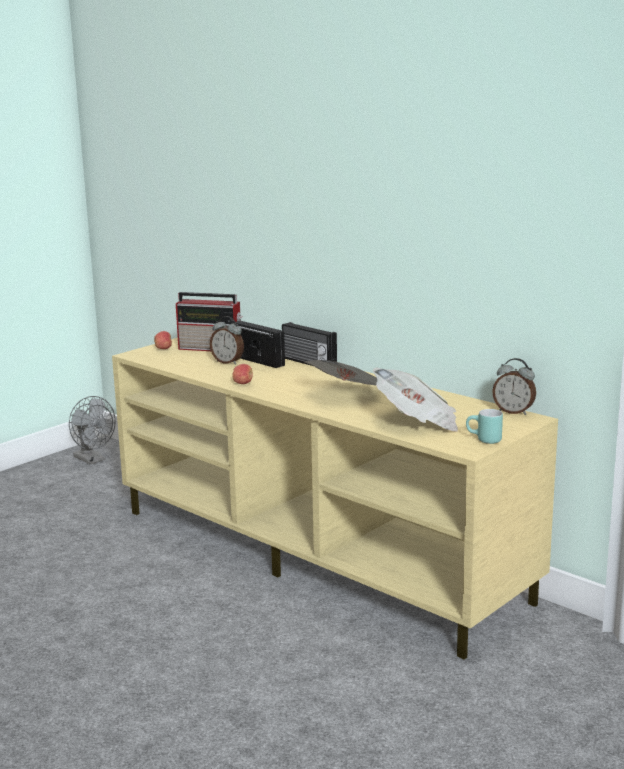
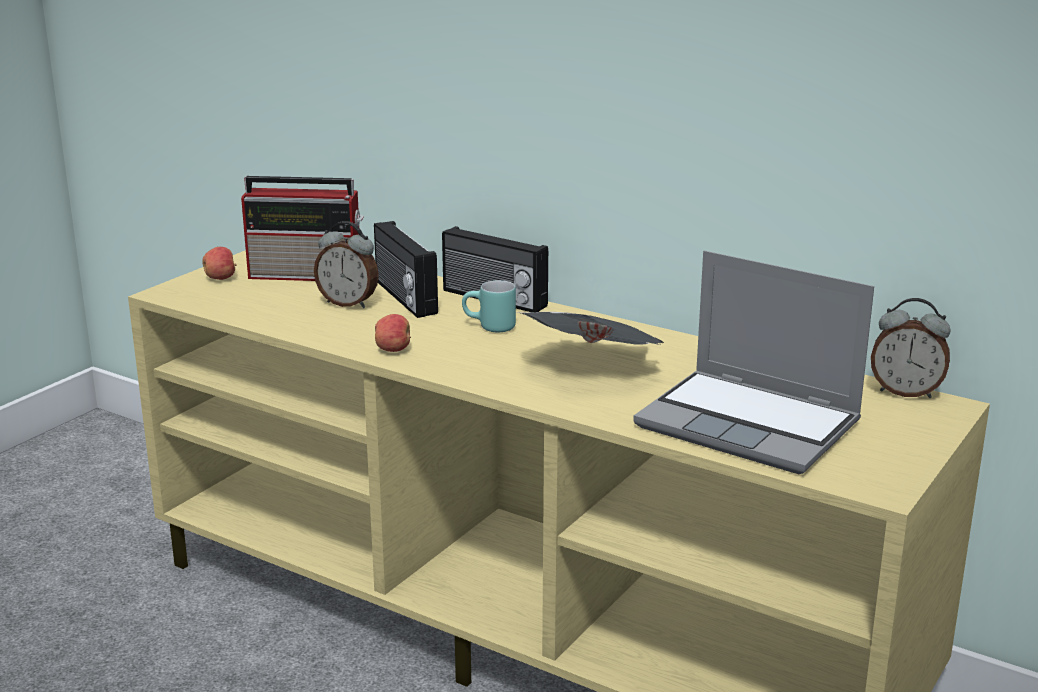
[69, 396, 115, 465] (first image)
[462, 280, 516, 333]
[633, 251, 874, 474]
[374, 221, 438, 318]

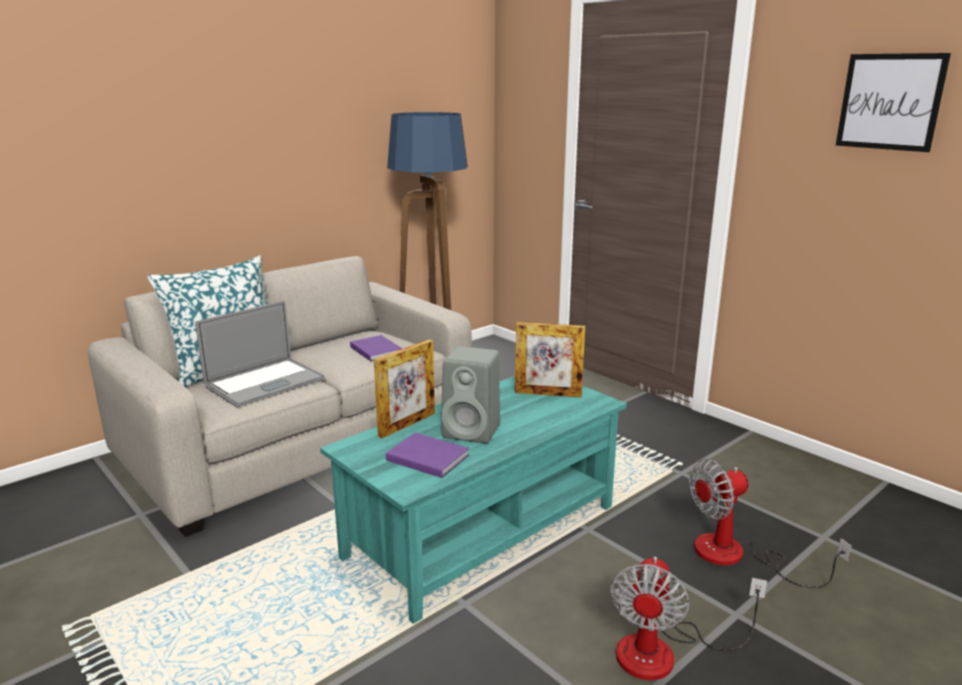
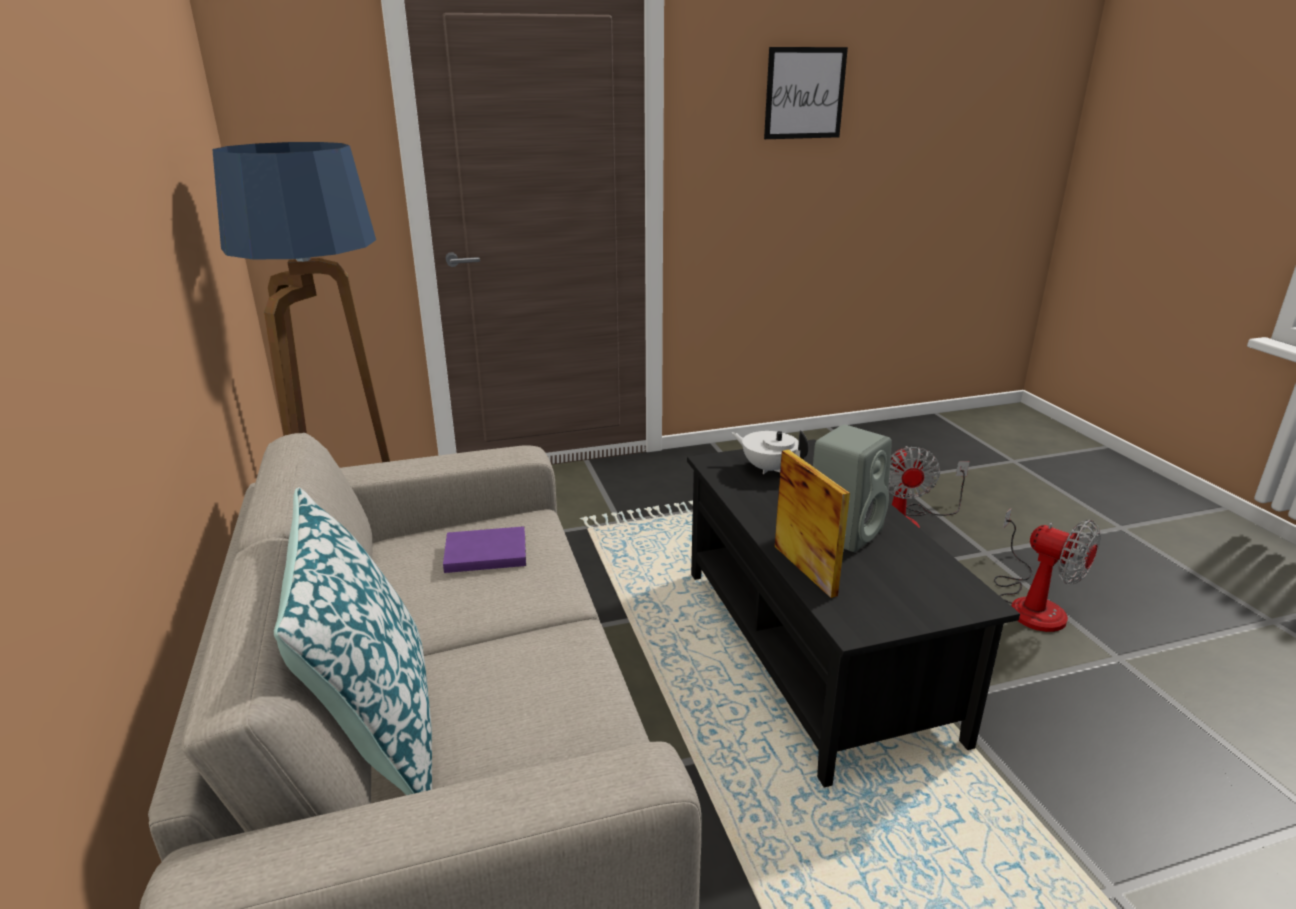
[195, 301, 325, 408] (first image)
[386, 433, 469, 478] (first image)
[731, 430, 808, 474]
[687, 439, 1020, 788]

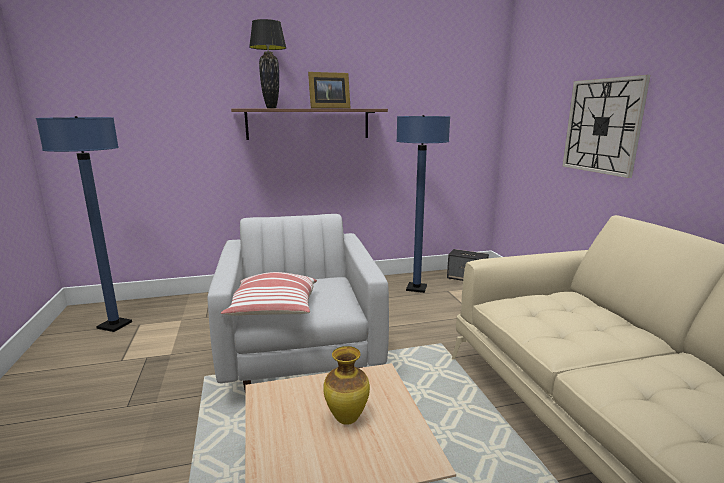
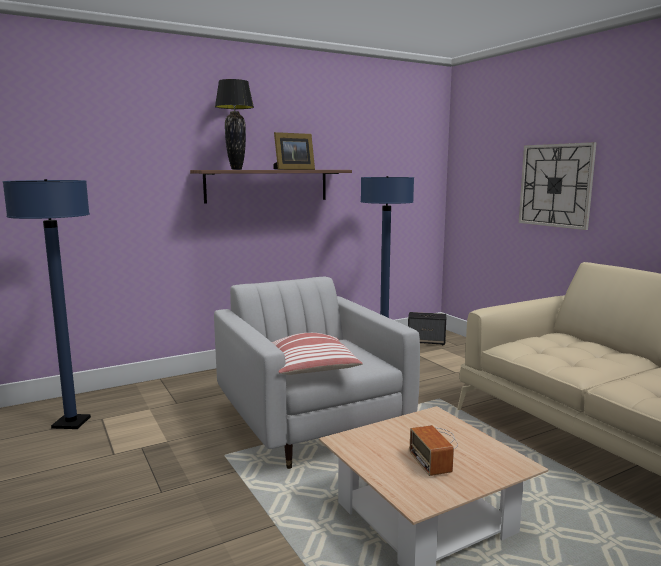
[410, 425, 458, 476]

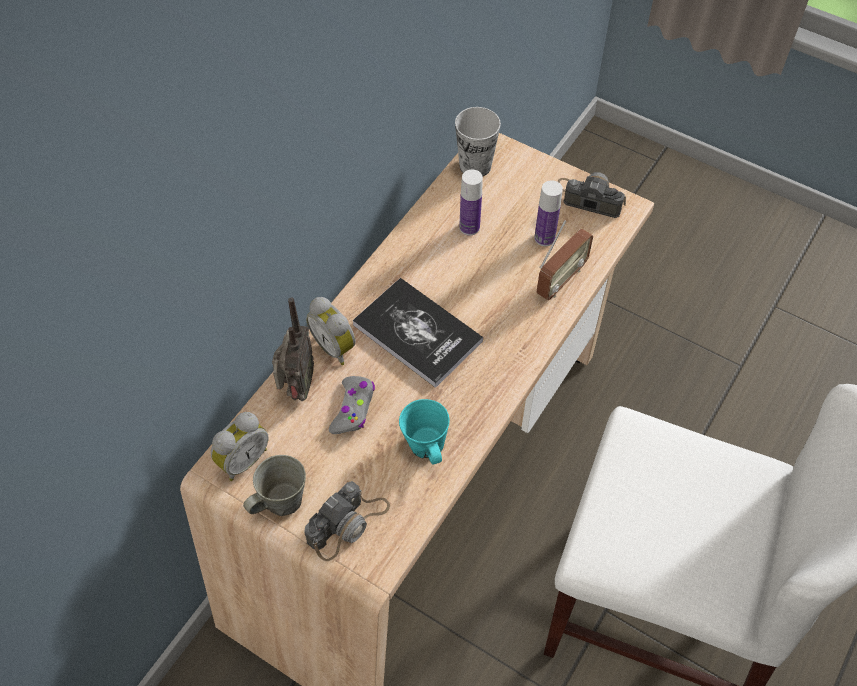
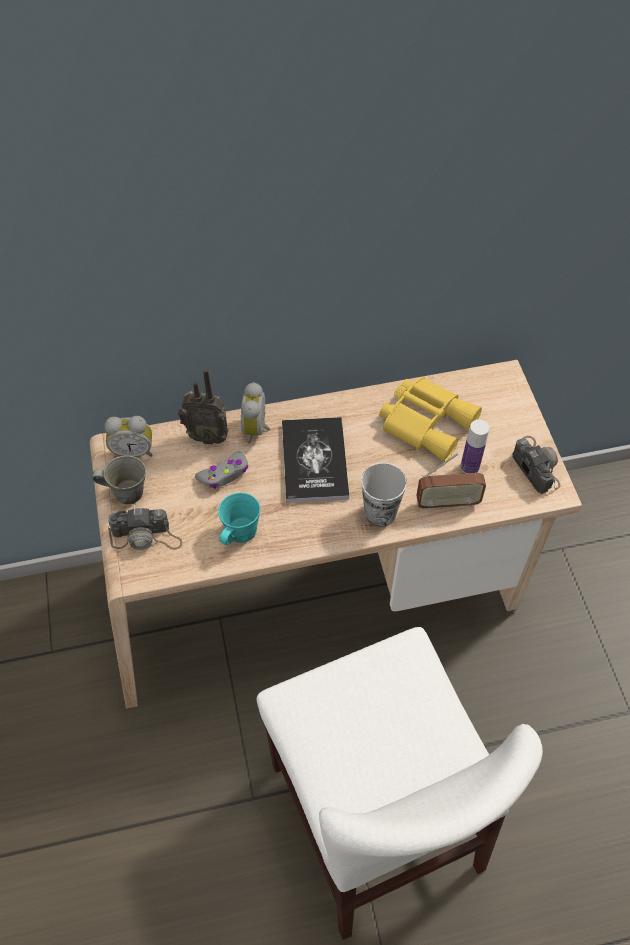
[361, 463, 407, 527]
[379, 376, 482, 462]
[178, 369, 228, 445]

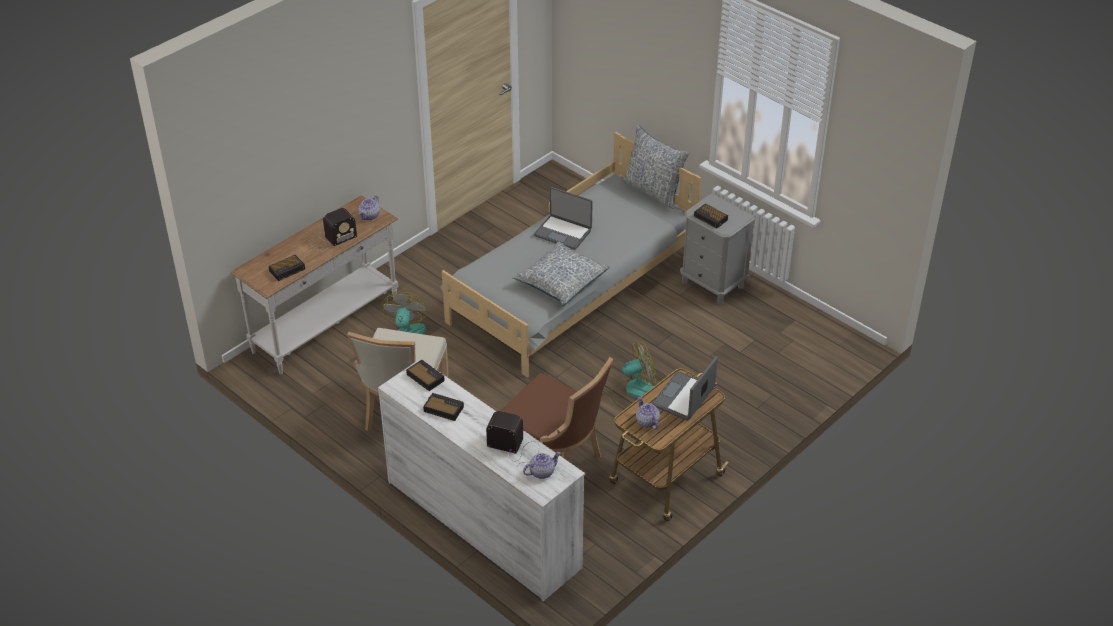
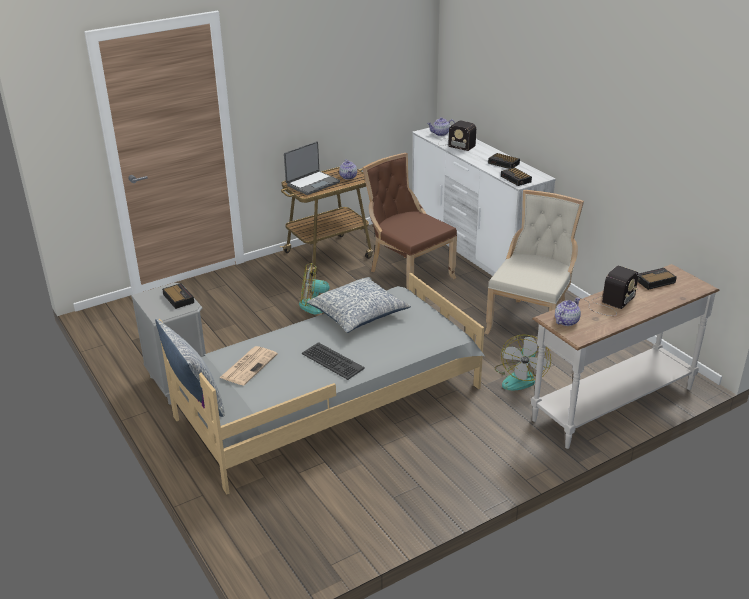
[220, 346, 278, 386]
[302, 342, 365, 380]
[584, 265, 639, 316]

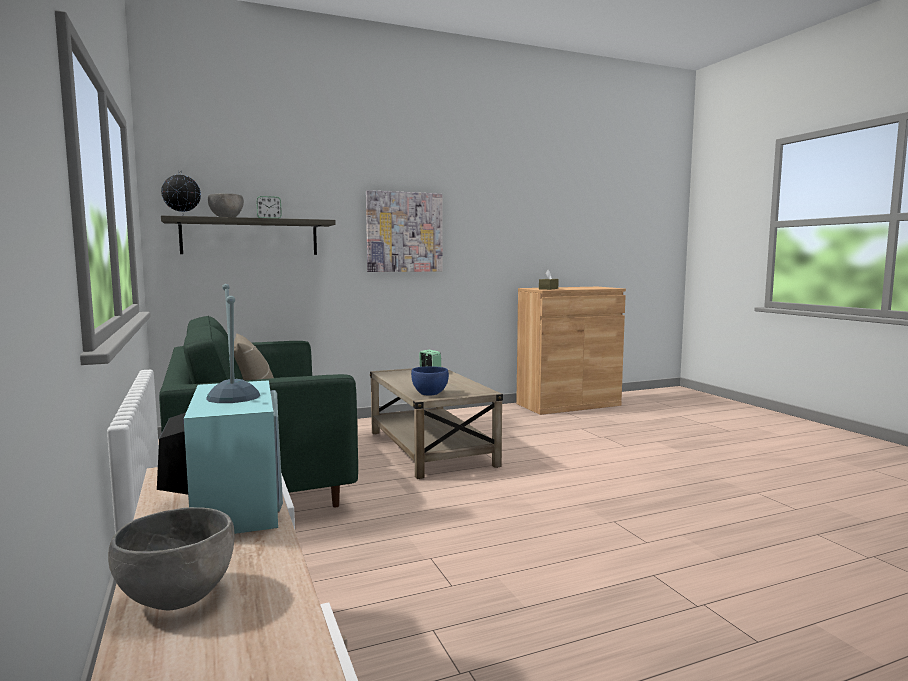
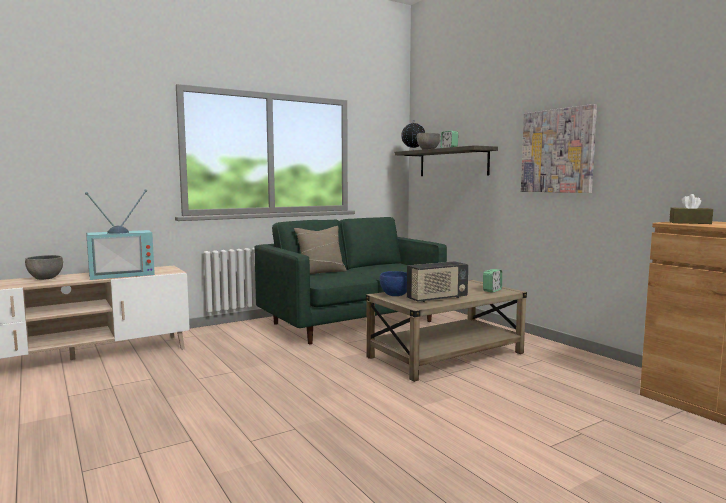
[407, 261, 468, 302]

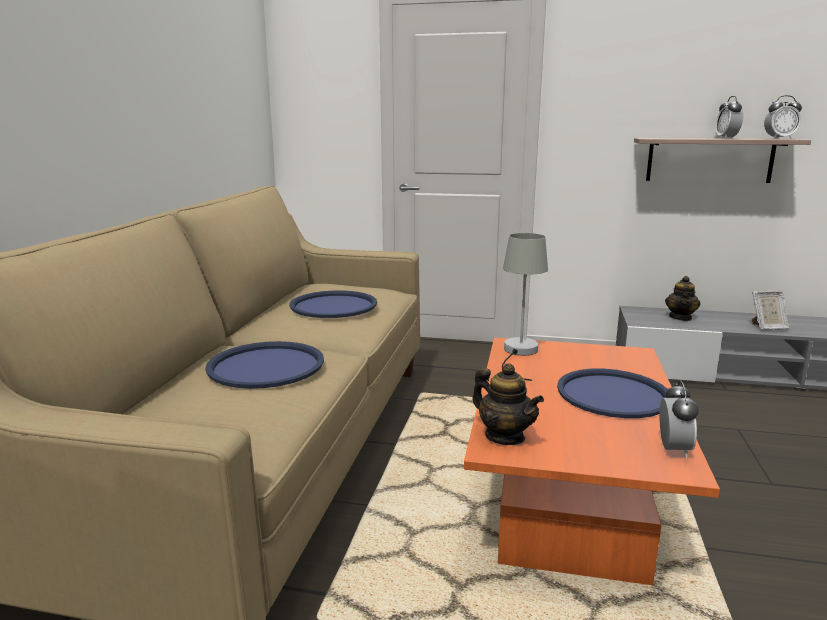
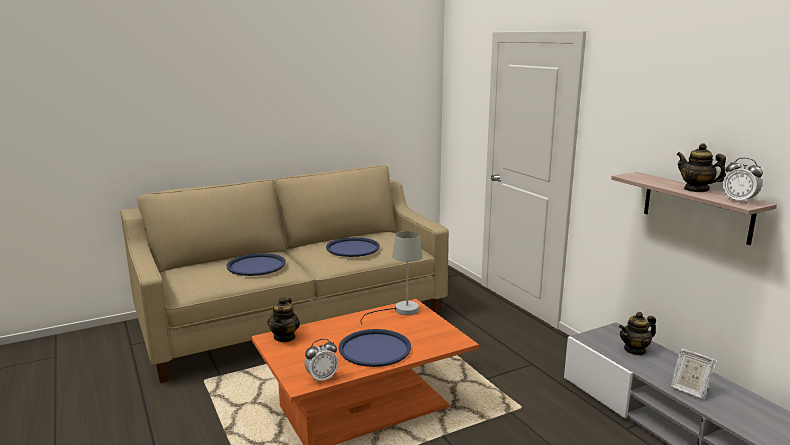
[676, 143, 726, 192]

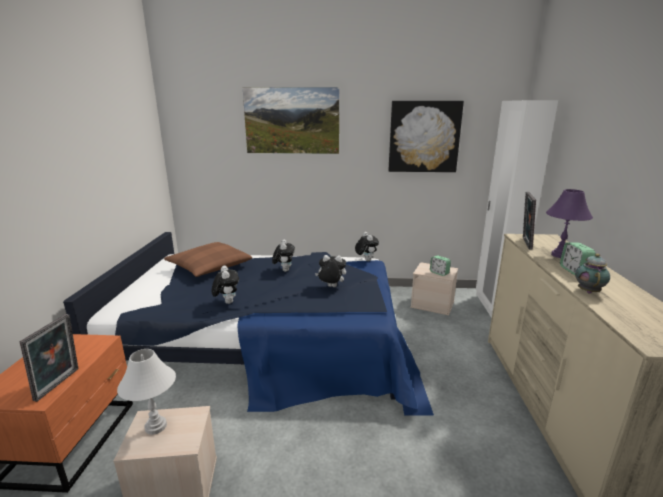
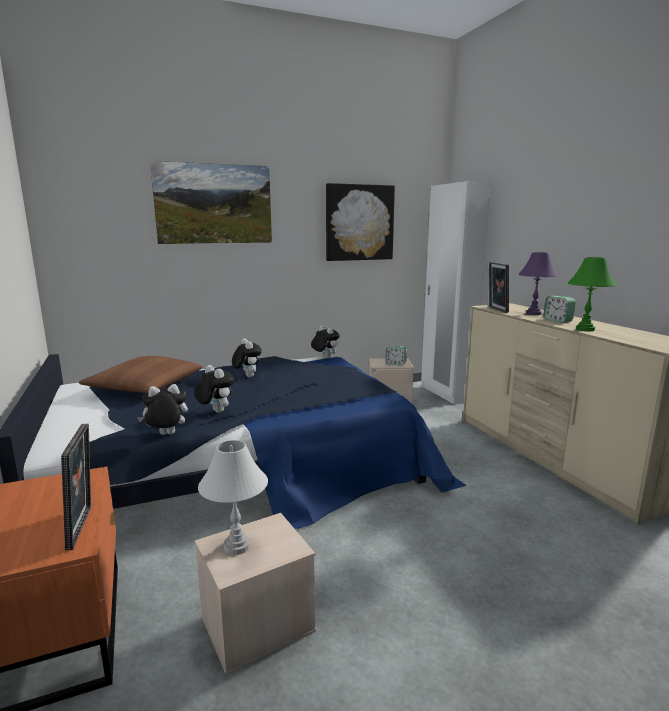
[137, 384, 188, 435]
[568, 257, 617, 331]

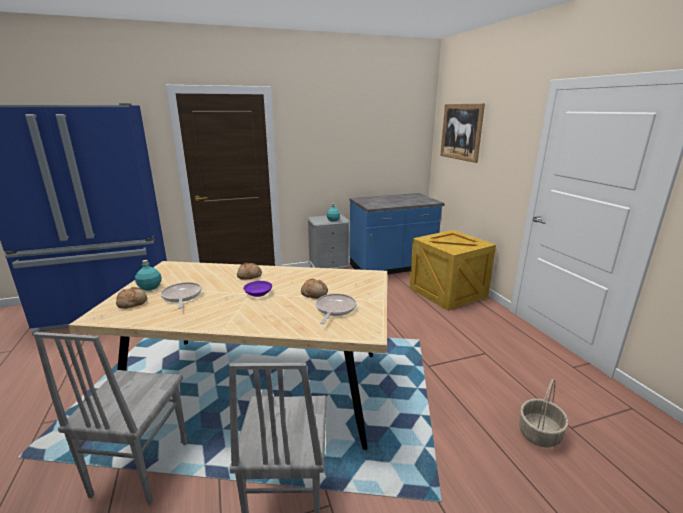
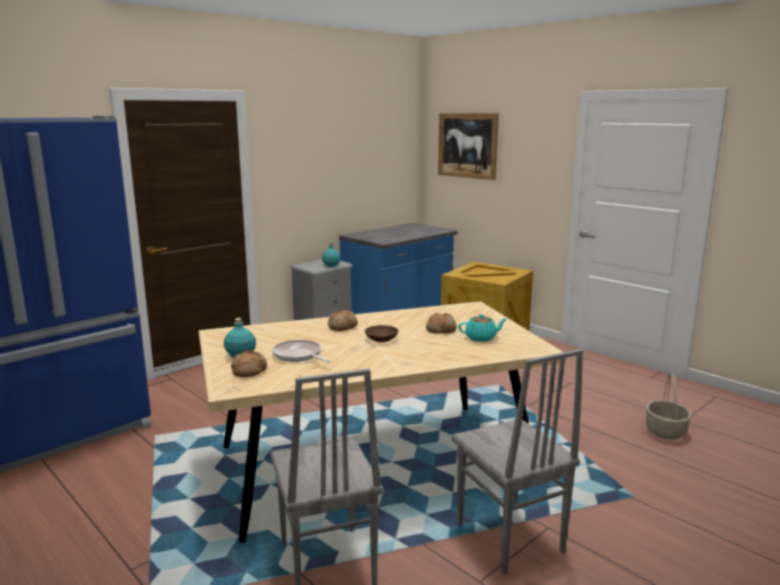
[458, 314, 507, 342]
[365, 325, 399, 342]

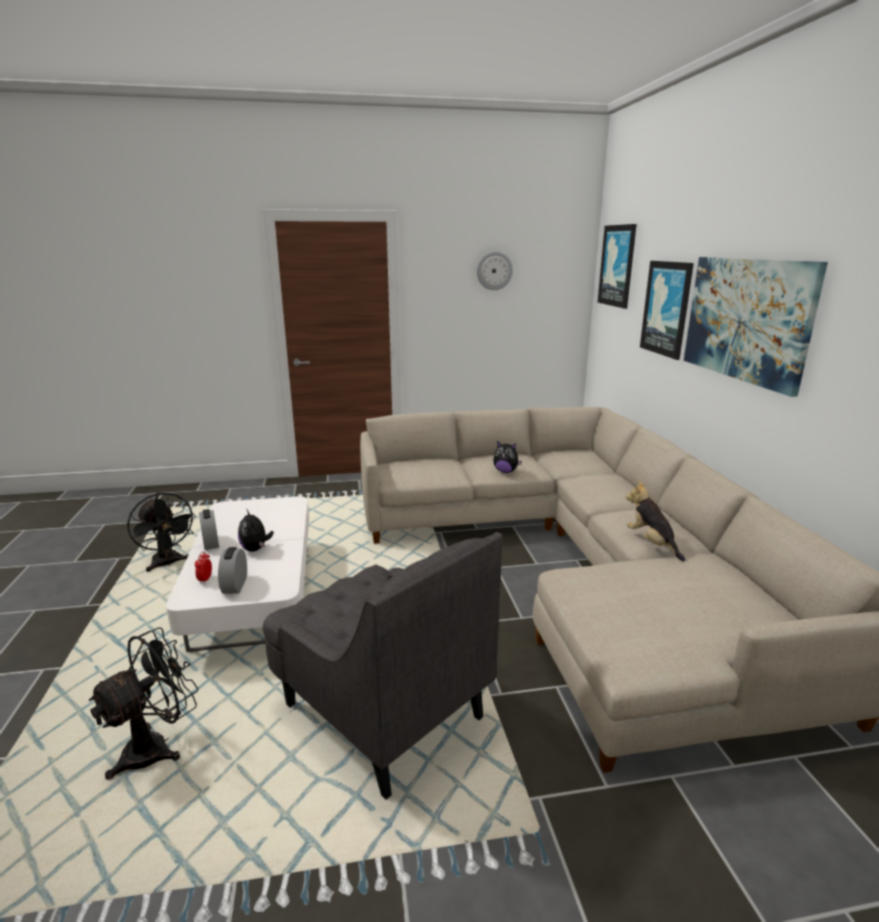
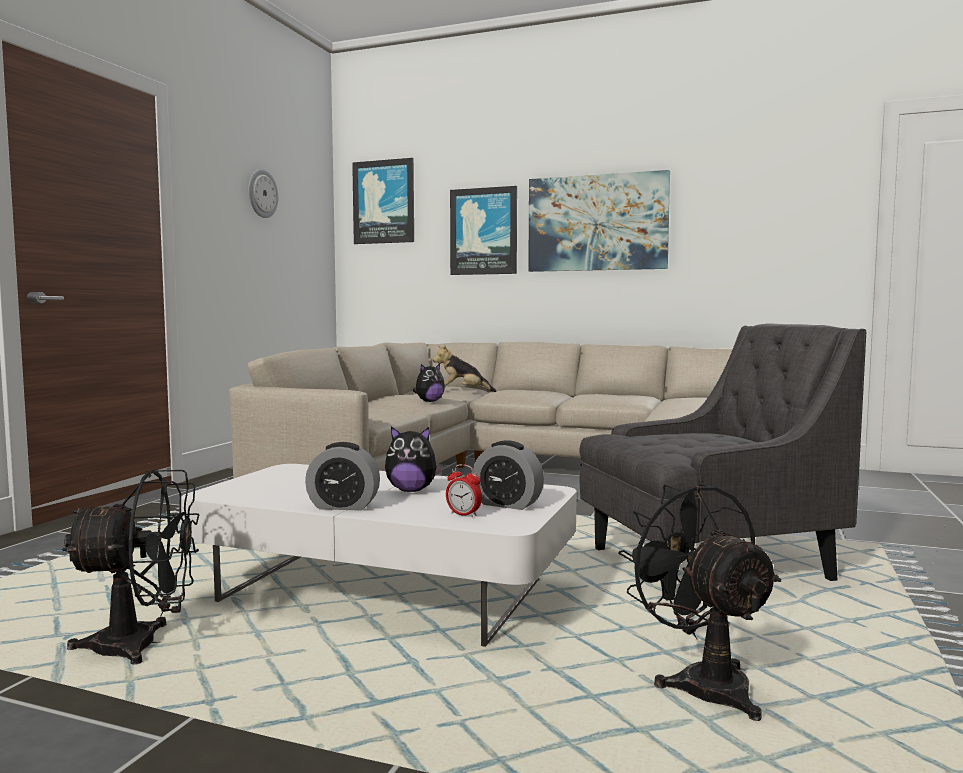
[433, 345, 496, 392]

